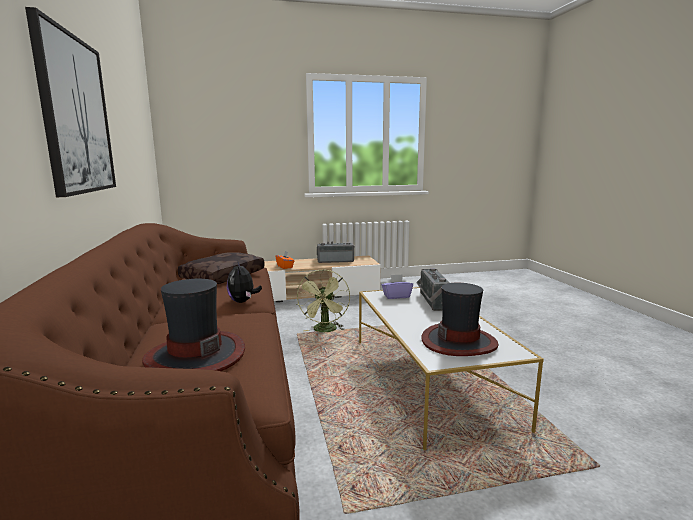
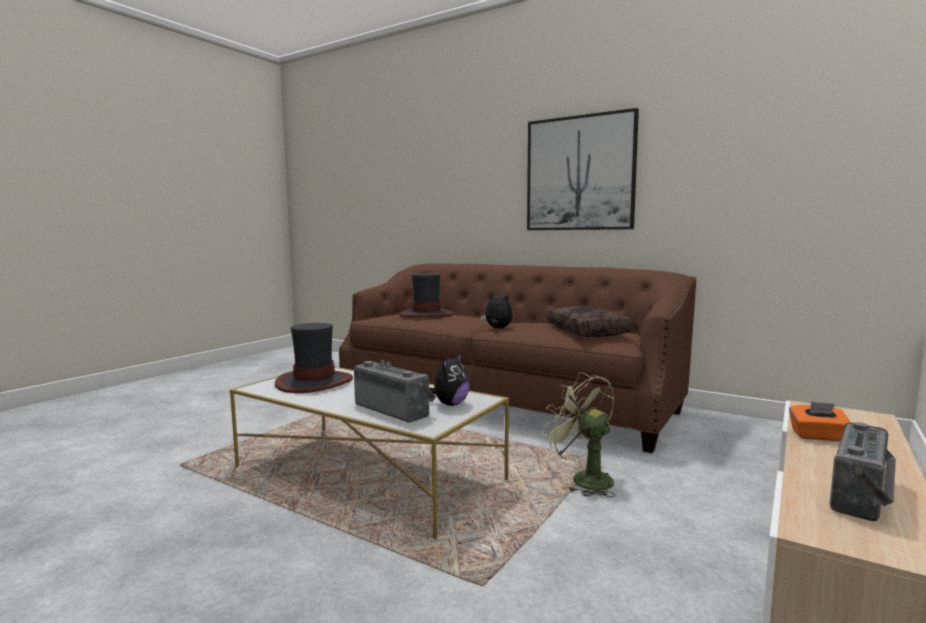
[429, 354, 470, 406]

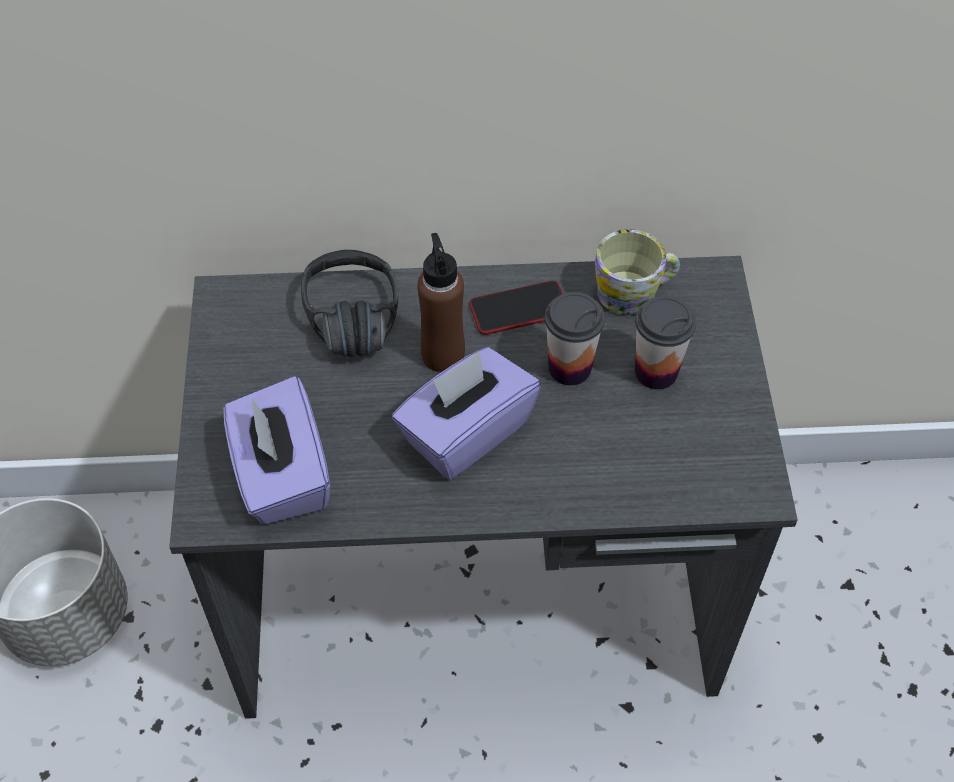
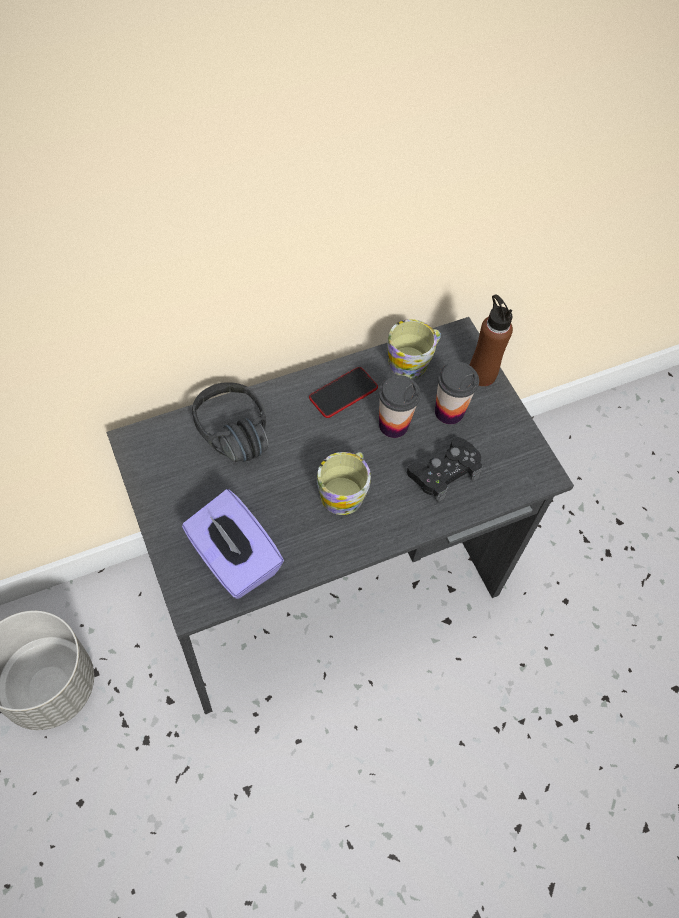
[407, 437, 482, 503]
[470, 294, 513, 386]
[317, 452, 371, 515]

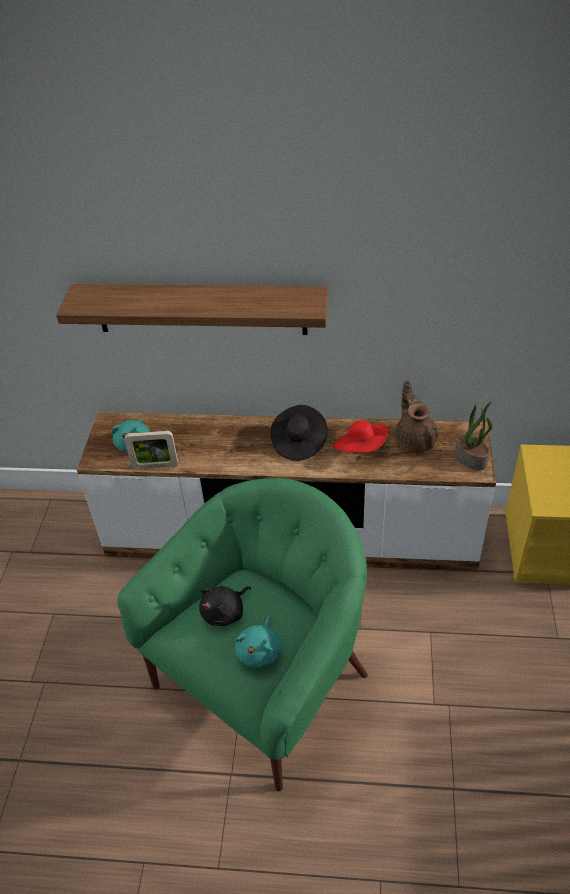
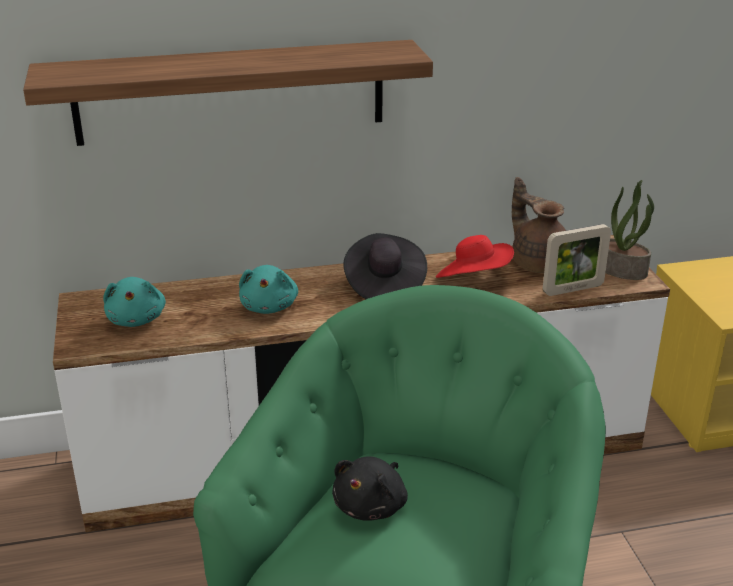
[543, 224, 611, 296]
[239, 265, 298, 314]

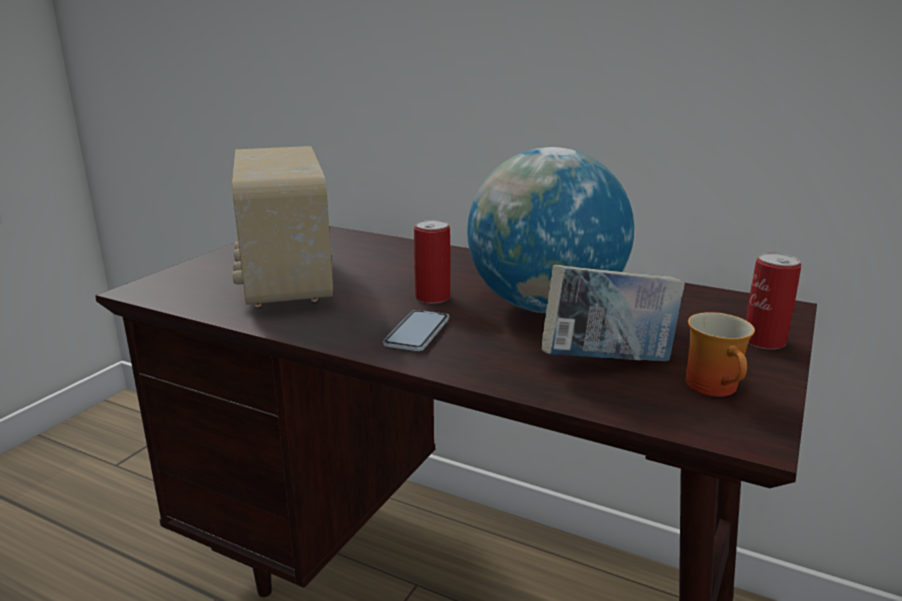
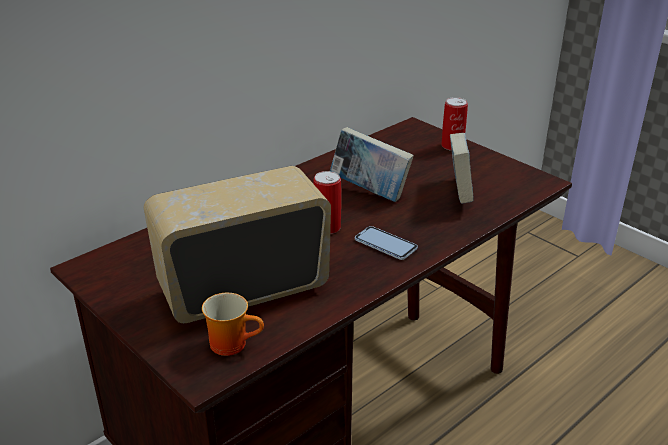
[202, 293, 264, 356]
[330, 127, 414, 202]
[144, 166, 331, 323]

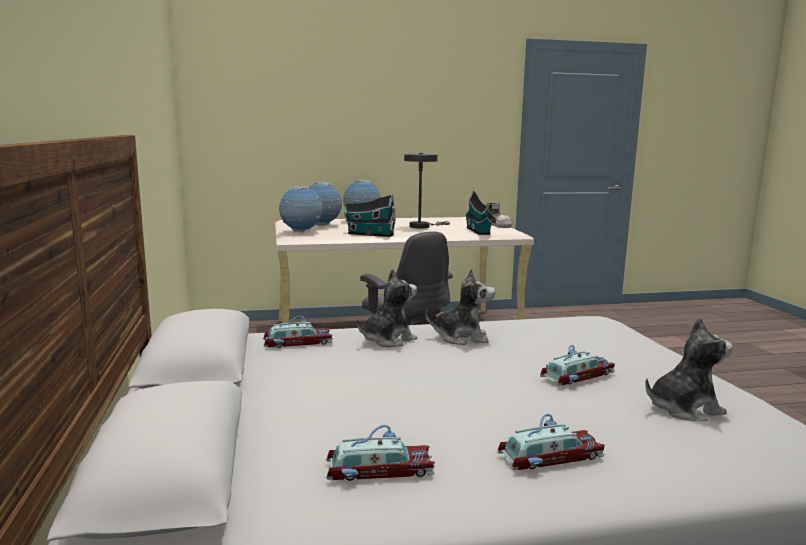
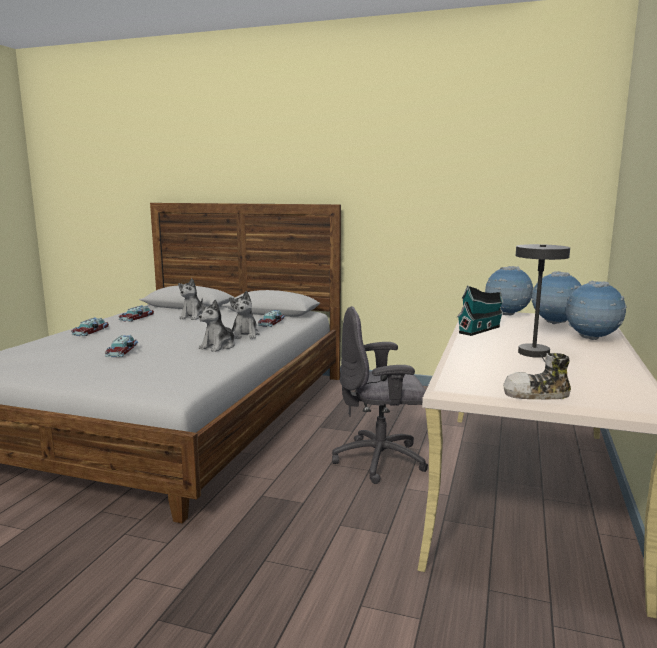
[465, 190, 493, 235] (first image)
[178, 278, 204, 320]

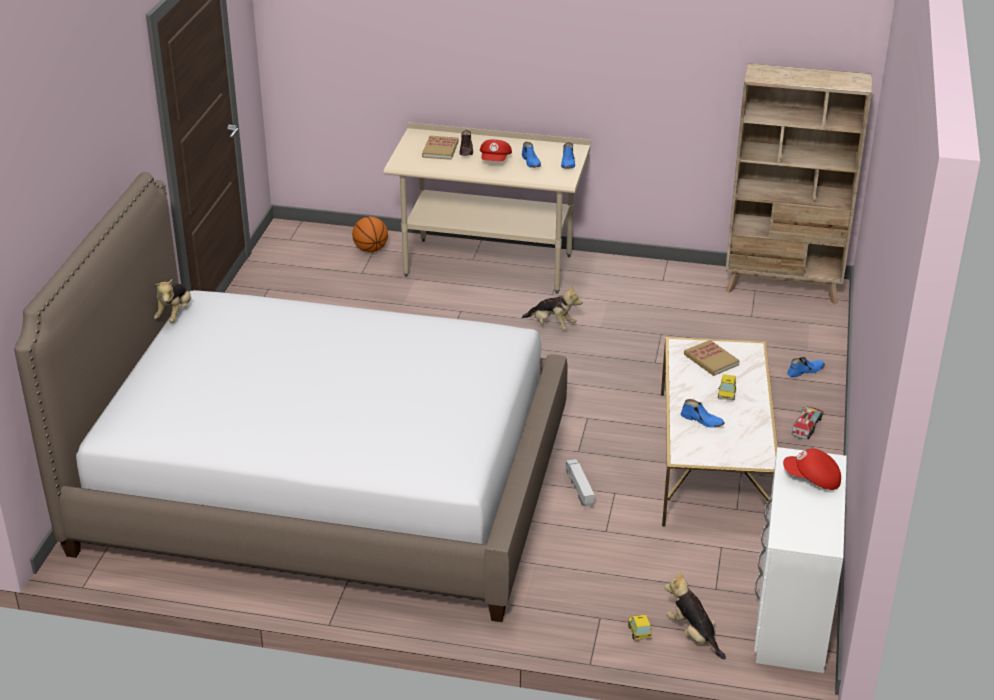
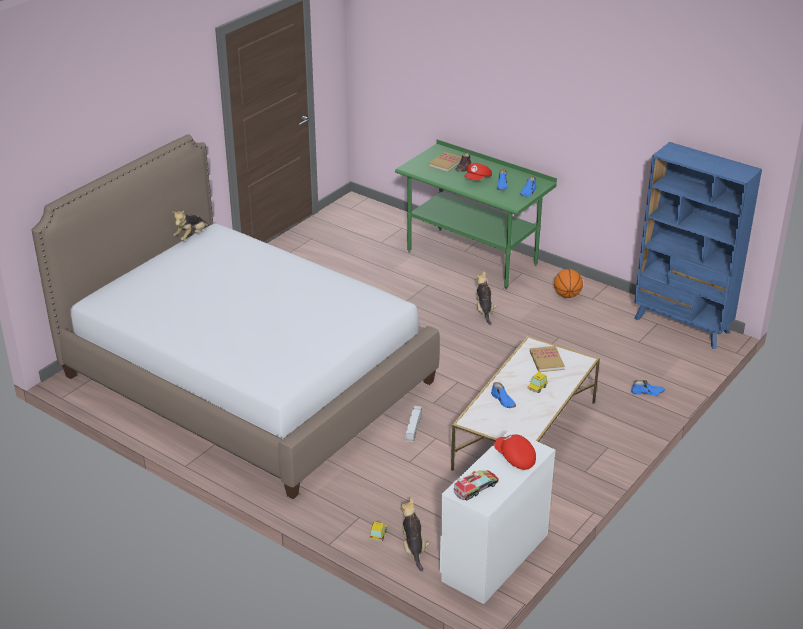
[554, 269, 583, 298]
[454, 470, 499, 501]
[395, 139, 557, 290]
[634, 142, 762, 349]
[476, 271, 497, 325]

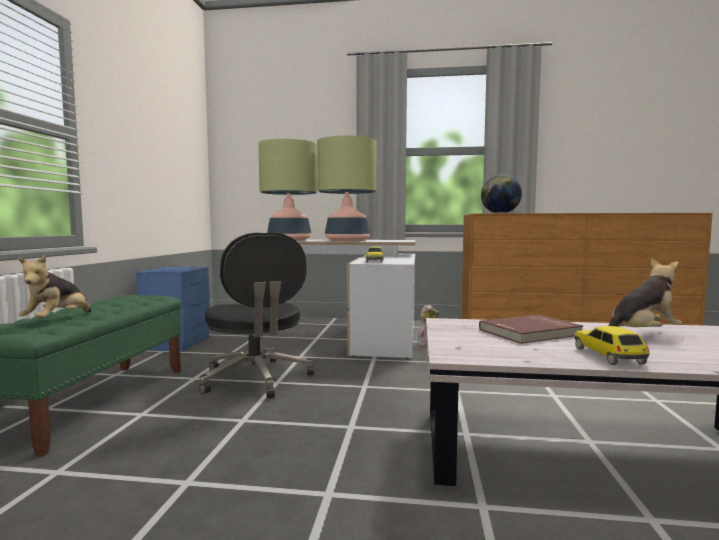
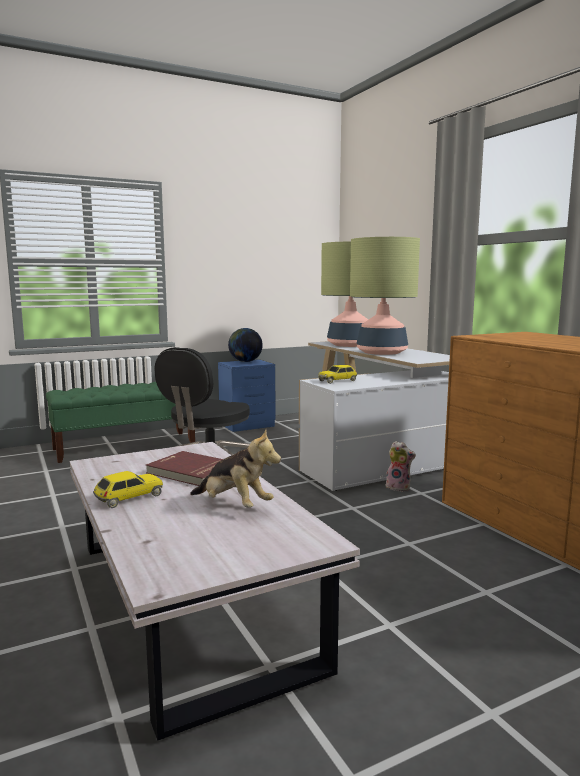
[18, 255, 91, 319] (first image)
[228, 328, 263, 362]

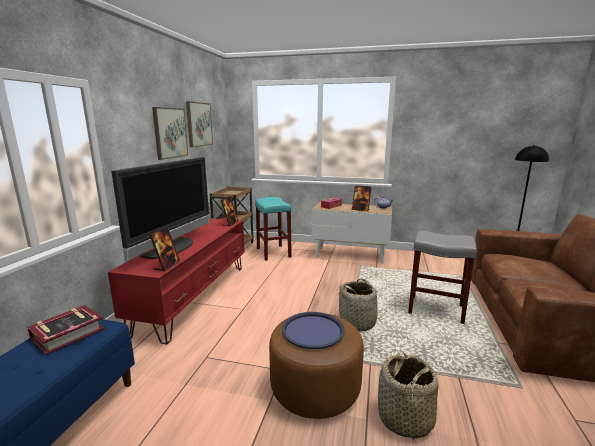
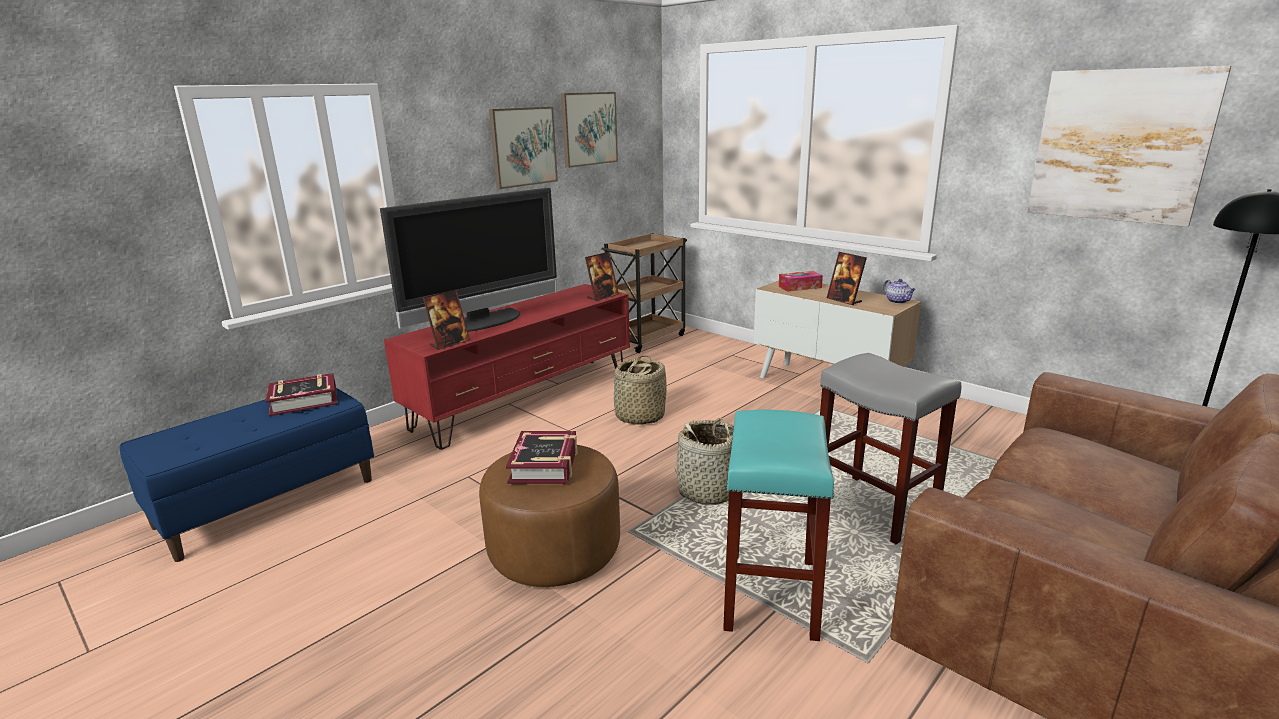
[1027, 66, 1231, 227]
[723, 410, 834, 641]
[613, 355, 667, 425]
[506, 431, 577, 484]

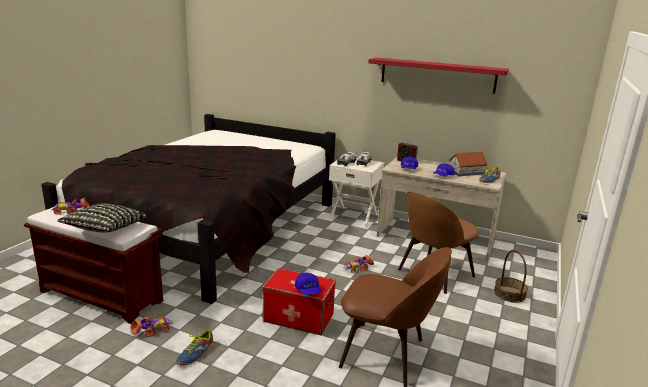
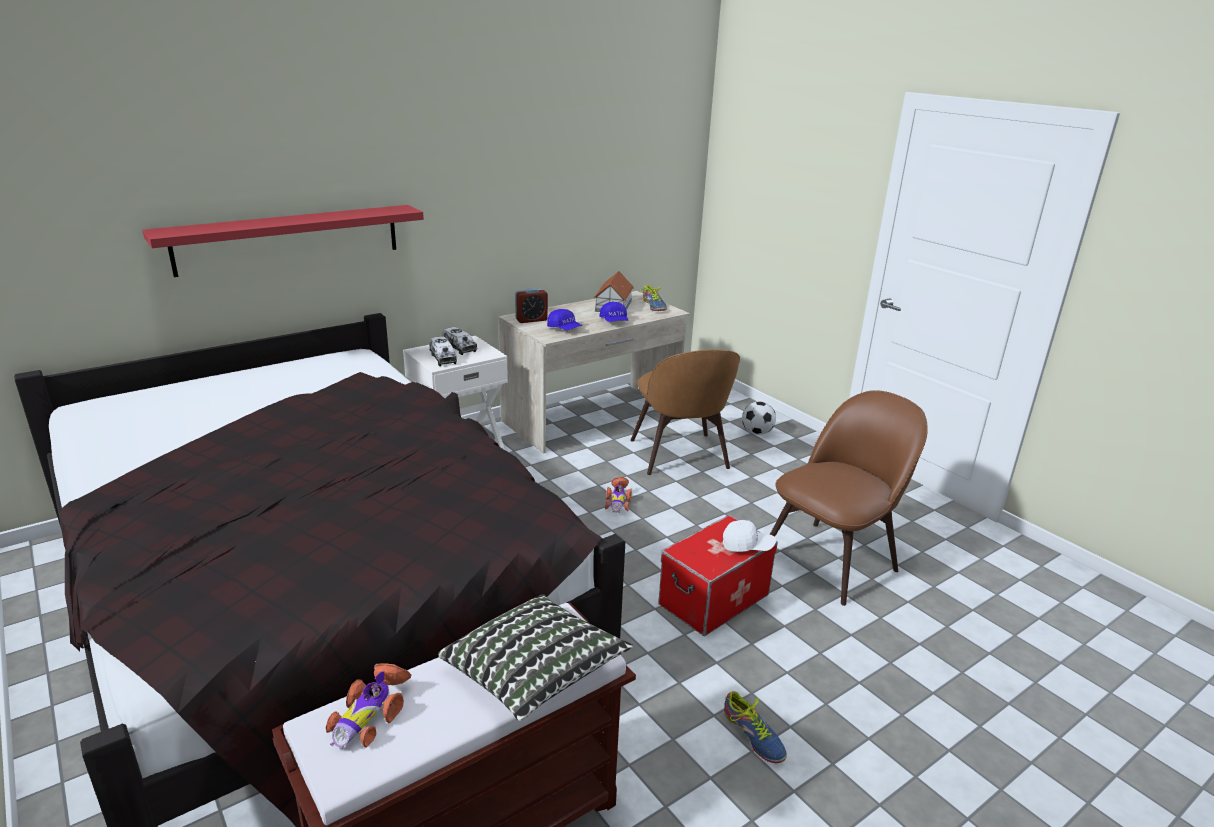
[130, 316, 173, 337] (first image)
[142, 205, 424, 277]
[742, 401, 776, 435]
[723, 520, 776, 552]

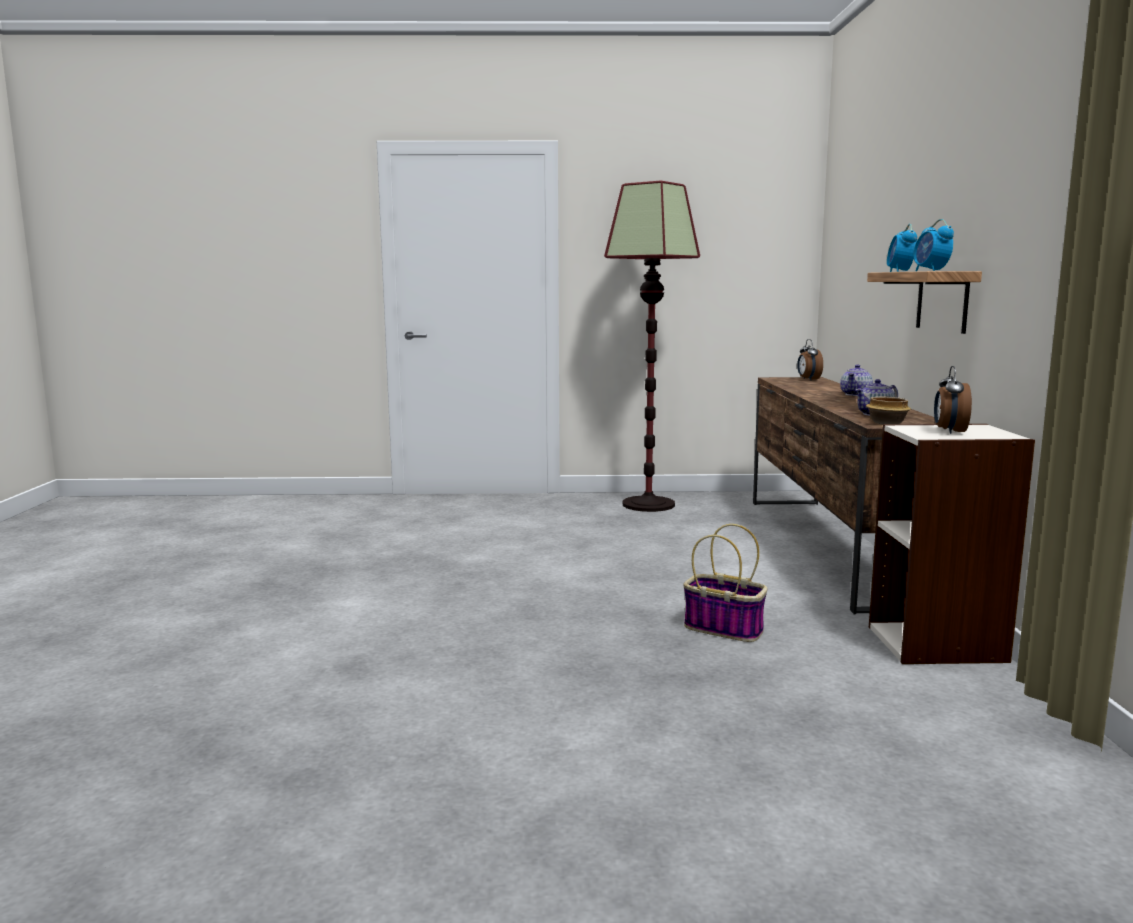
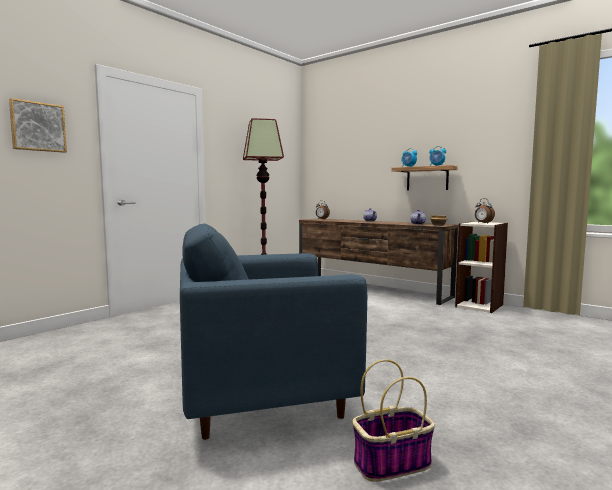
[9, 98, 67, 153]
[180, 224, 367, 440]
[353, 359, 435, 482]

